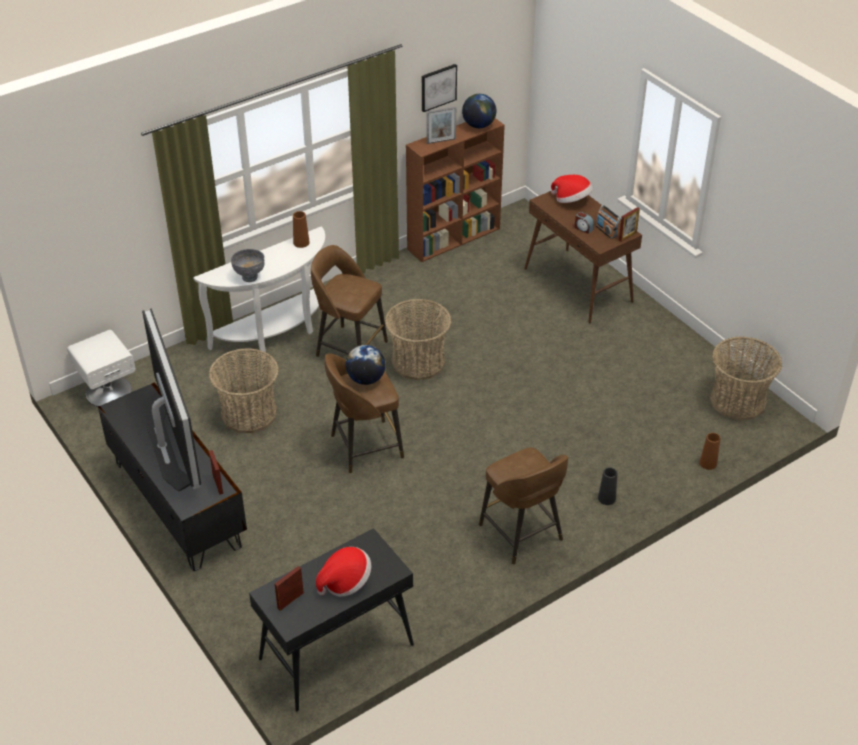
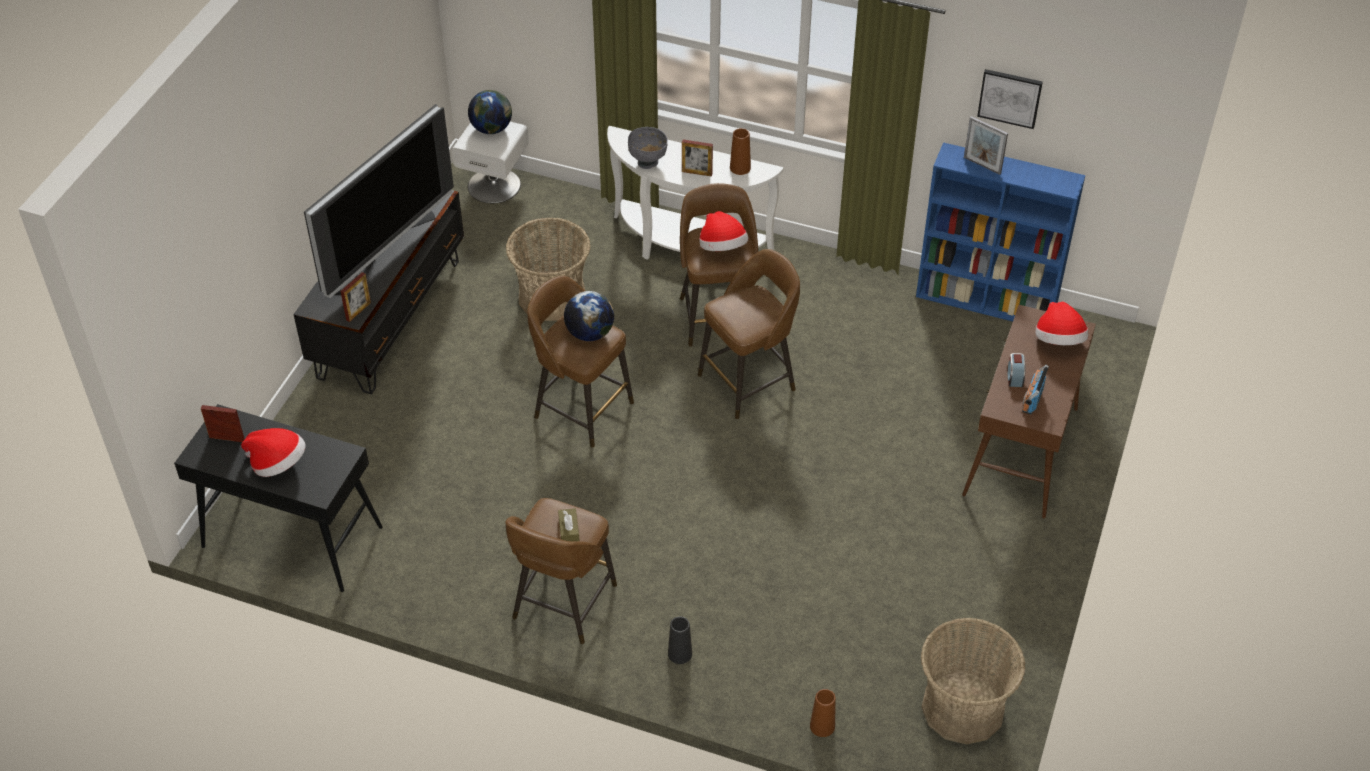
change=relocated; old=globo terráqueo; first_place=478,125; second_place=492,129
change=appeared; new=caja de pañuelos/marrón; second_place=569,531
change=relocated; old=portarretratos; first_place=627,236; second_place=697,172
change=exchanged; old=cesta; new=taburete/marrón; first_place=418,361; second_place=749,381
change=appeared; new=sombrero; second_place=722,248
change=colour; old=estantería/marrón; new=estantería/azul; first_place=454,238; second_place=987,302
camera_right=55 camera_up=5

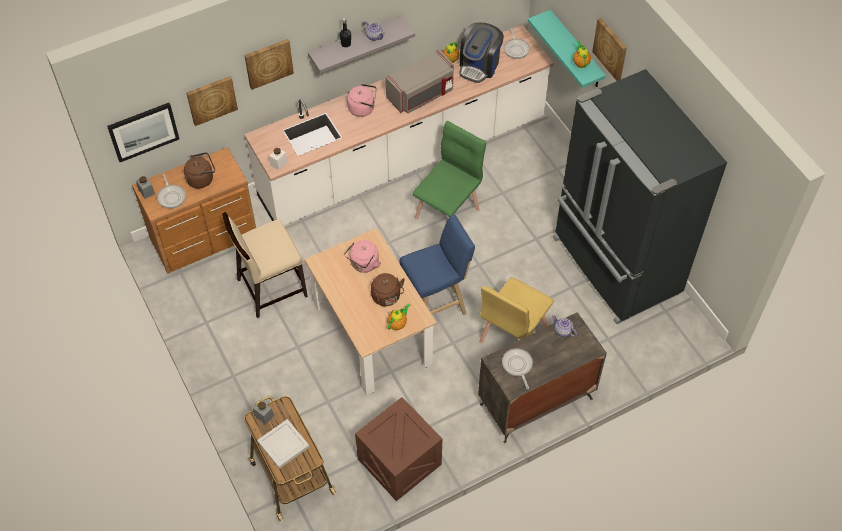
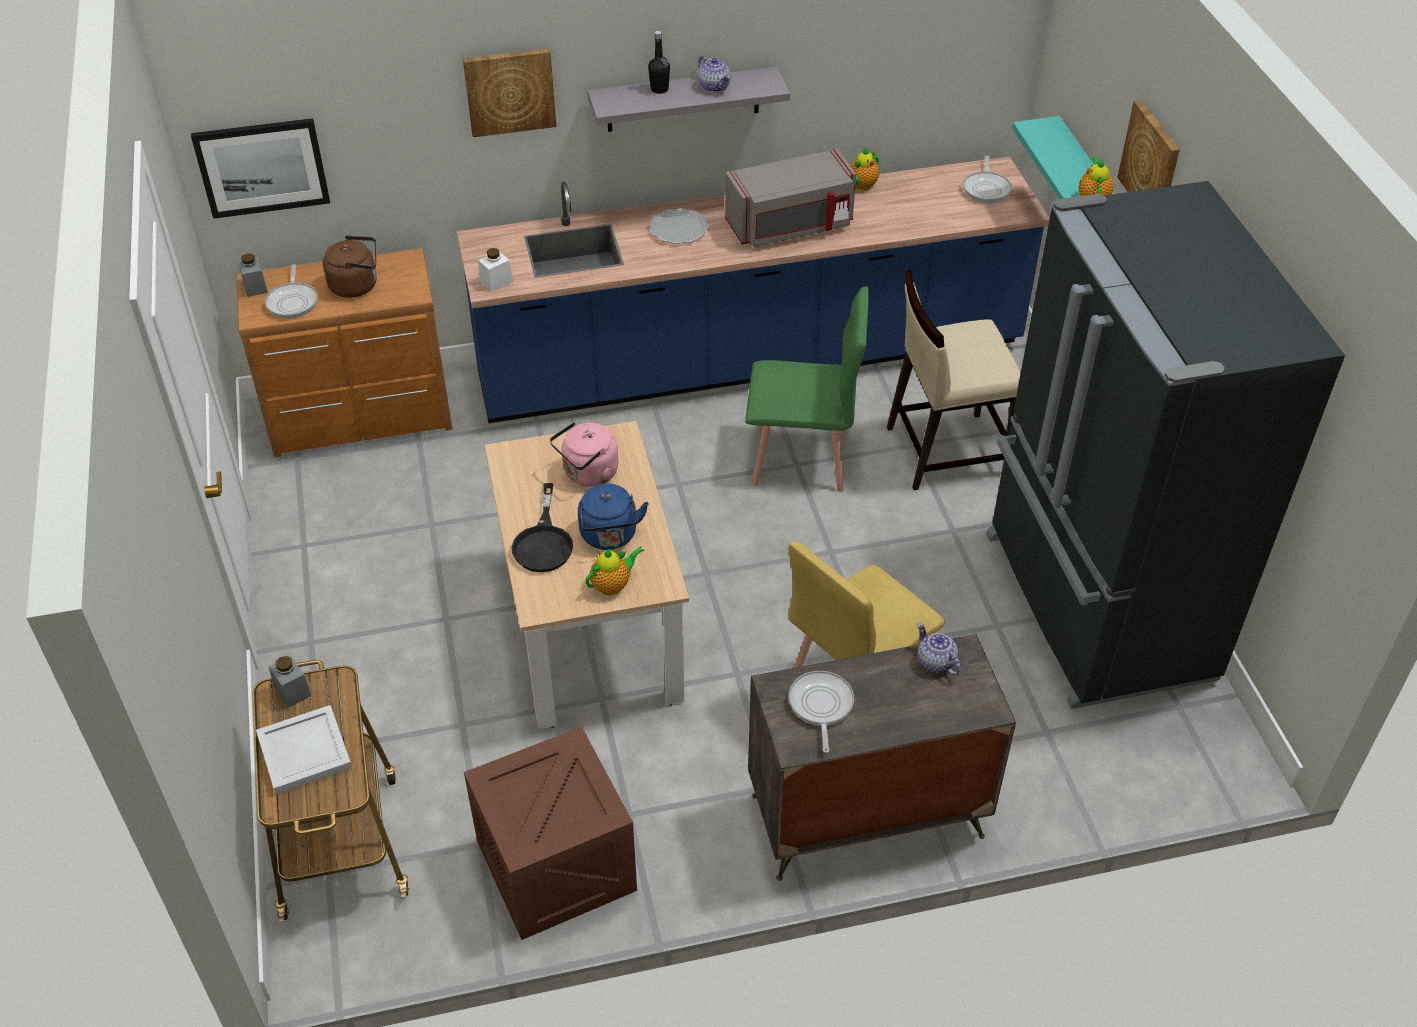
change=colour; old=mueble bajo de cocina/blanco; new=mueble bajo de cocina/azul; first_place=403,159; second_place=751,362
change=appeared; new=sartén/negro; second_place=544,542
change=colour; old=hervidor/marrón; new=hervidor/azul; first_place=387,298; second_place=609,537
change=exchanged; old=hervidor/rosa; new=plato; first_place=363,108; second_place=678,229
change=spun; old=silla/verde; first_place=448,213; second_place=801,458; degrees=45
change=relocated; old=silla/beis; first_place=271,288; second_place=944,450
change=missing; old=cuadro; first_place=211,99
change=missing; old=taburete/azul; first_place=436,304
change=missing; old=cafetera; first_place=479,65
camera_right=15 camera_up=-10

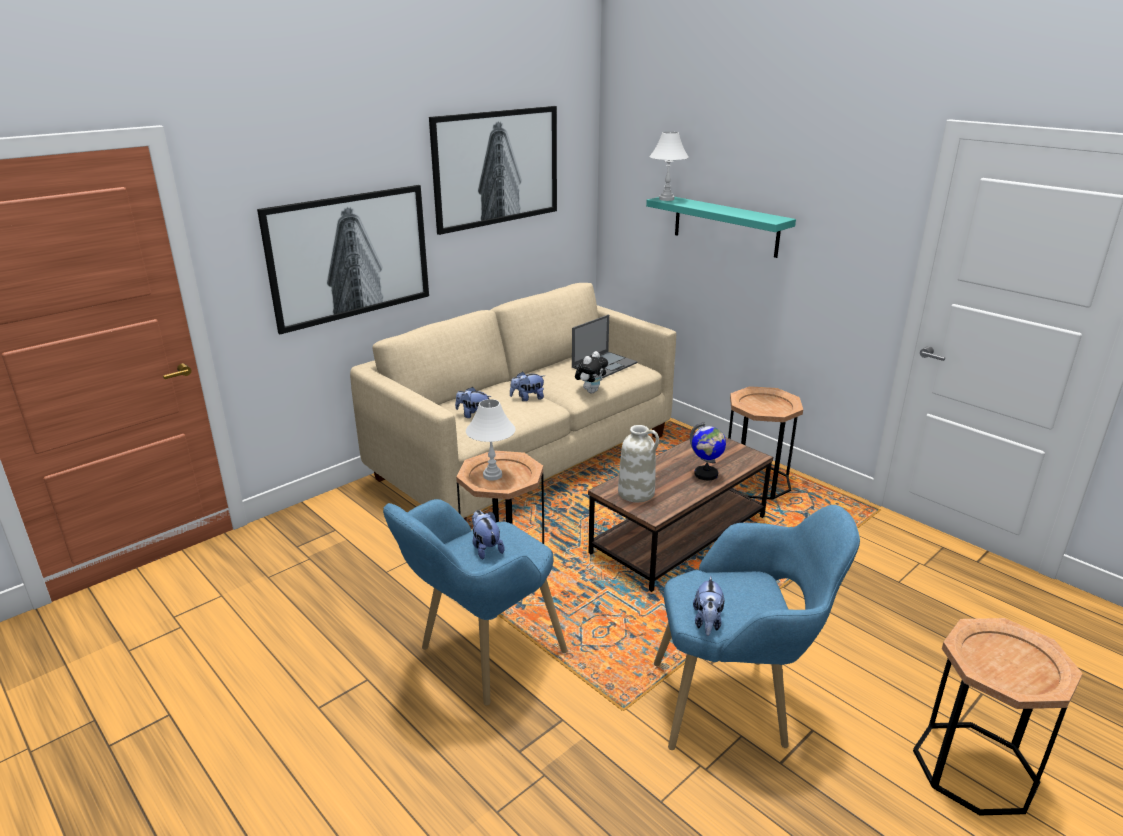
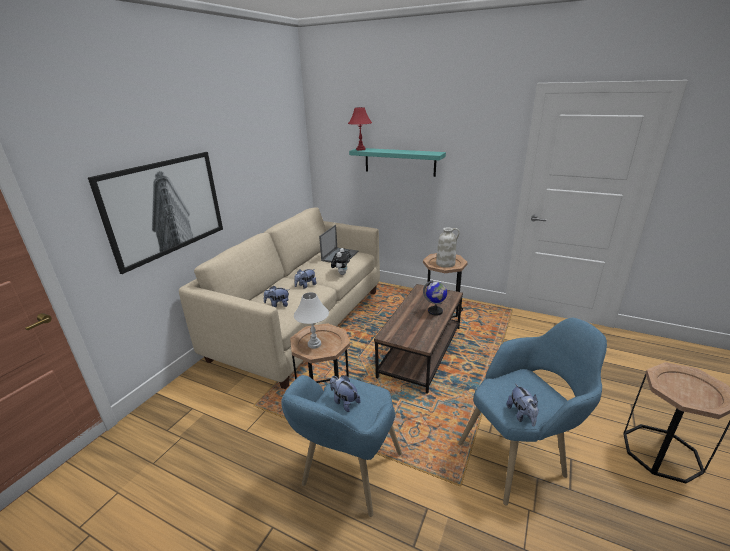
change=colour; old=lámpara de mesa/blanco; new=lámpara de mesa/rojo; first_place=666,199; second_place=360,149
change=relocated; old=florero/blanco; first_place=637,493; second_place=446,263
change=missing; old=cuadro; first_place=497,167
camera_right=-20 camera_up=0

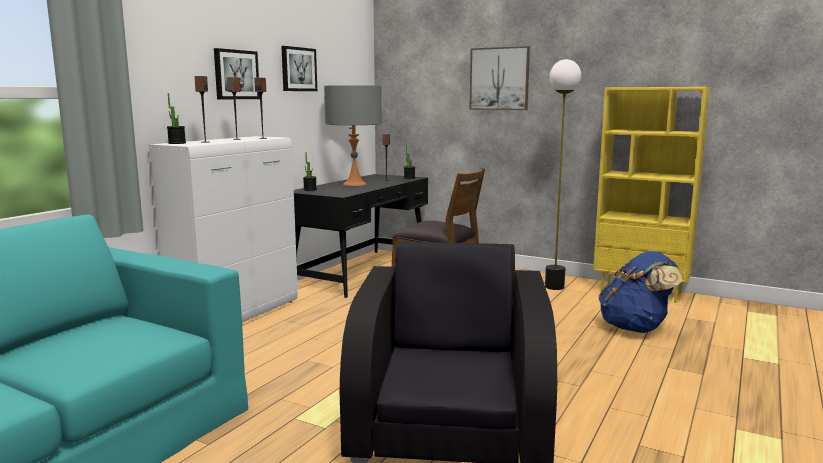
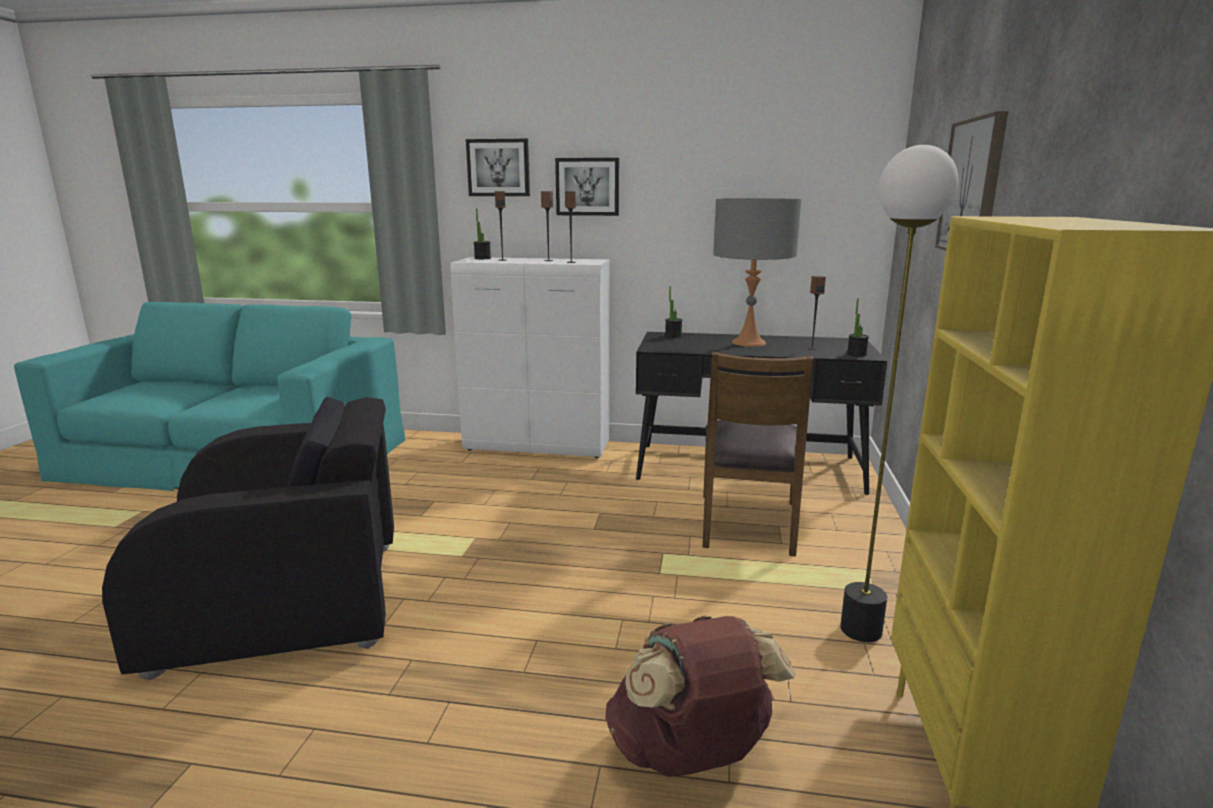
change=relocated; old=cuadro; first_place=298,69; second_place=498,168
change=colour; old=mochila/azul; new=mochila/marrón; first_place=636,328; second_place=690,756
camera_right=70 camera_up=5

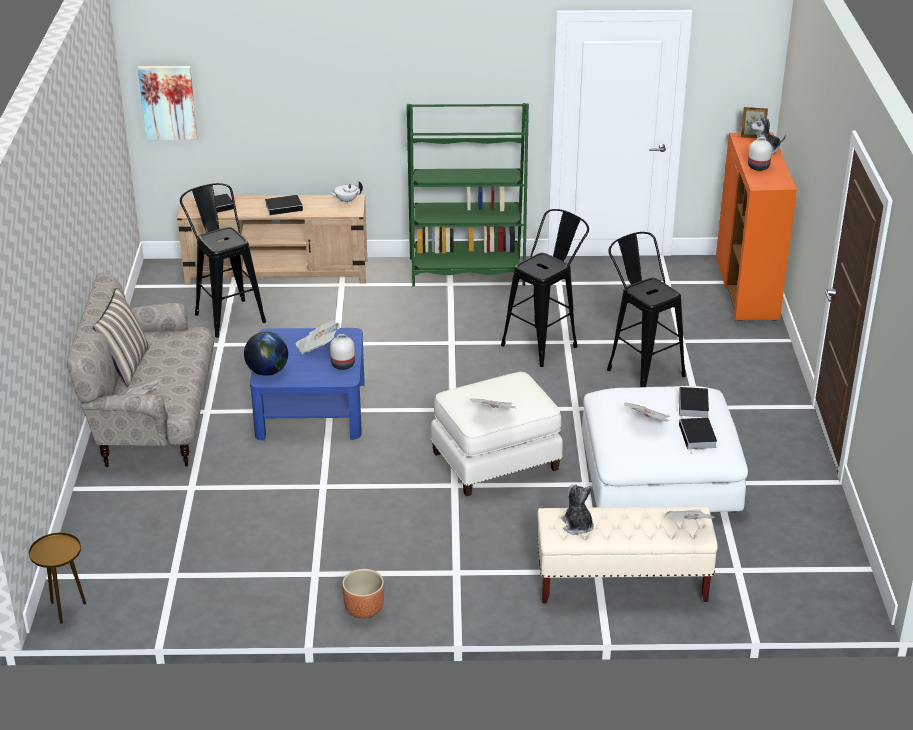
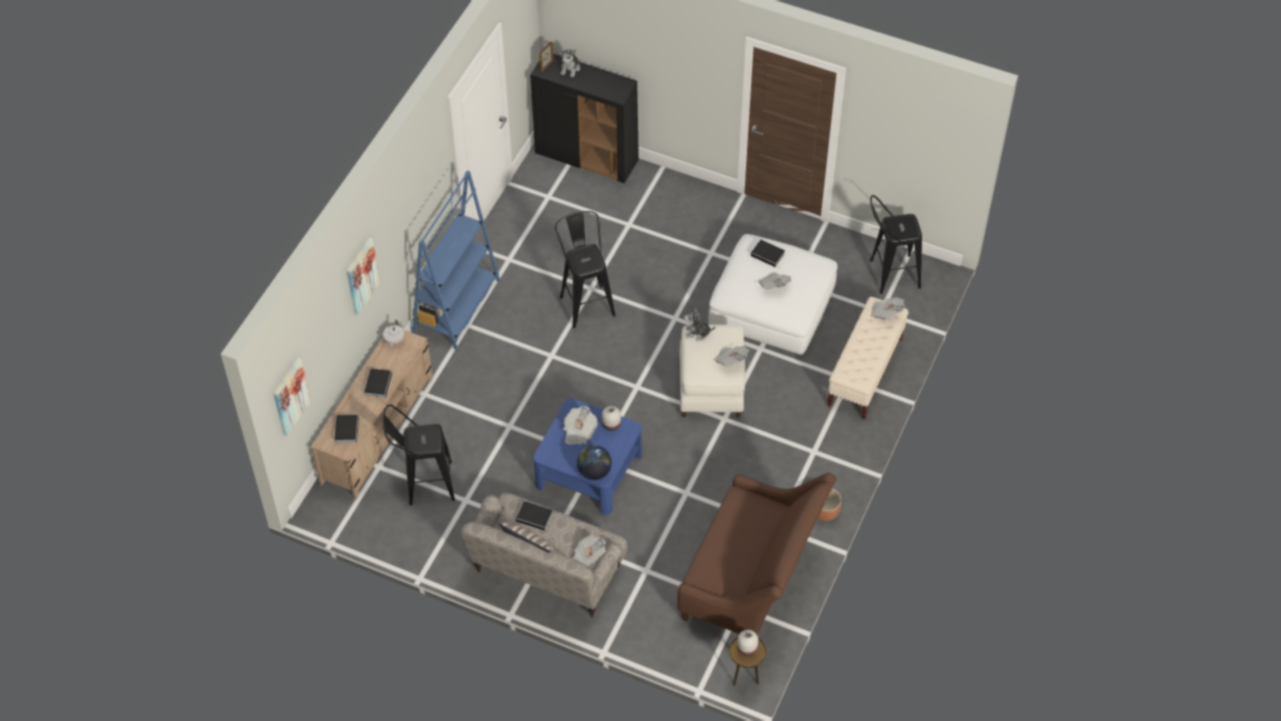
change=appeared; new=cuadro; second_place=361,276
change=colour; old=estantería/verde; new=estantería/azul; first_place=467,272; second_place=457,308
change=relocated; old=libro; first_place=698,437; second_place=535,517
change=colour; old=armario/naranja; new=armario/negro; first_place=747,290; second_place=587,157
change=appeared; new=sofá/marrón; second_place=752,580
change=relocated; old=peluche; first_place=577,526; second_place=697,333
change=relocated; old=florero/blanco; first_place=758,167; second_place=747,649
change=relocated; old=taburete/negro; first_place=640,369; second_place=888,275
camera_right=-65 camera_up=20

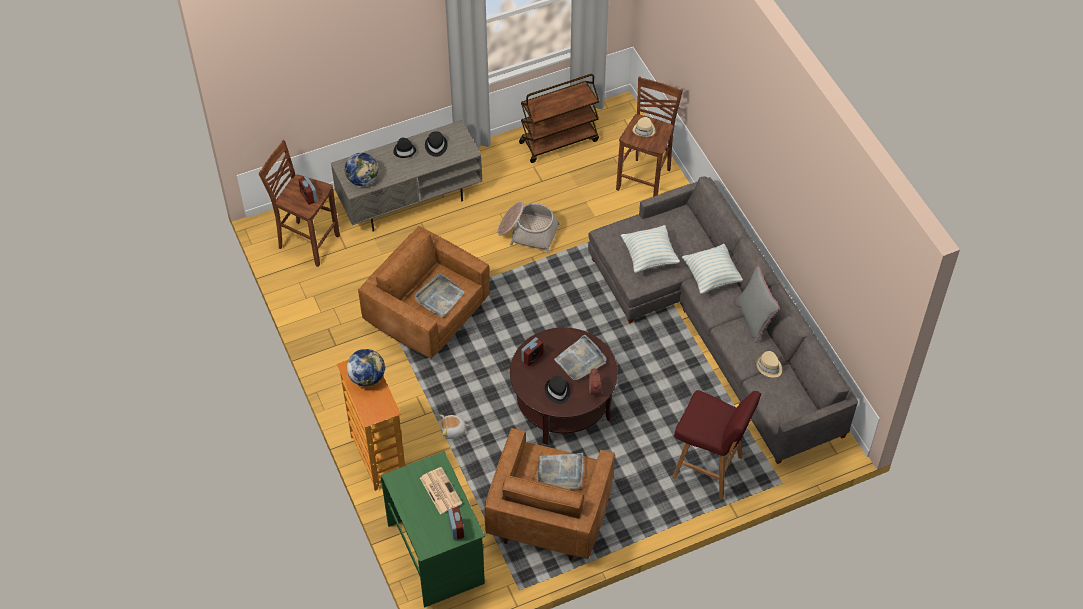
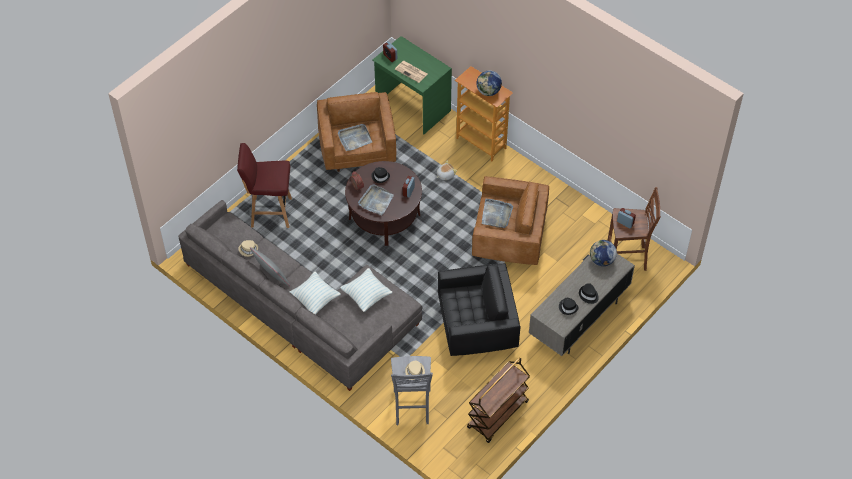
change=colour; old=taburete/marrón; new=taburete/gris; first_place=645,179; second_place=411,408
change=exchanged; old=cesta; new=sillón/negro; first_place=527,232; second_place=477,327
camera_right=155 camera_up=0

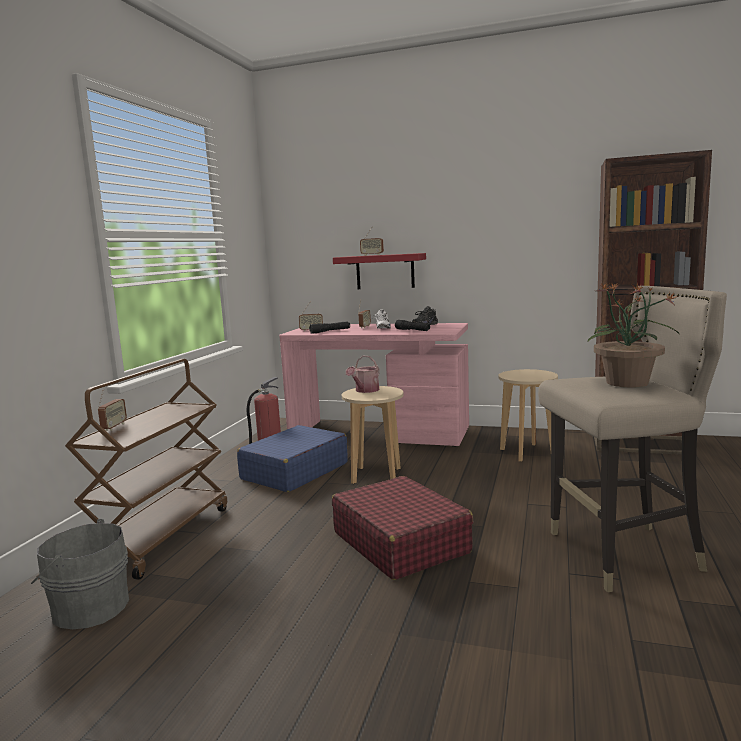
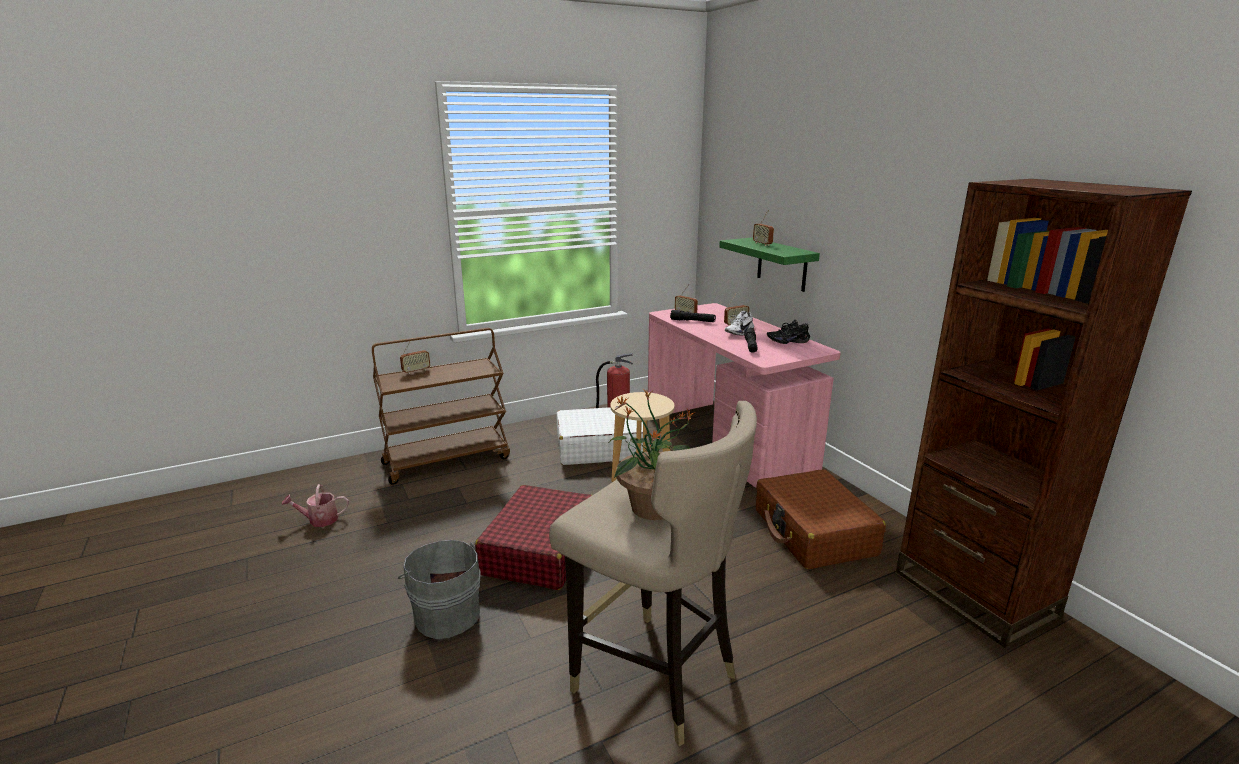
change=relocated; old=regadera; first_place=365,390; second_place=319,520
change=relocated; old=cubo/gris; first_place=88,607; second_place=446,614
change=colour; old=maleta/azul; new=maleta/blanco; first_place=294,471; second_place=600,448
change=colour; old=estante/rojo; new=estante/verde; first_place=385,271; second_place=782,264
change=exchanged; old=taburete/beis; new=maleta/marrón; first_place=527,453; second_place=814,533
camera_right=45 camera_up=10

